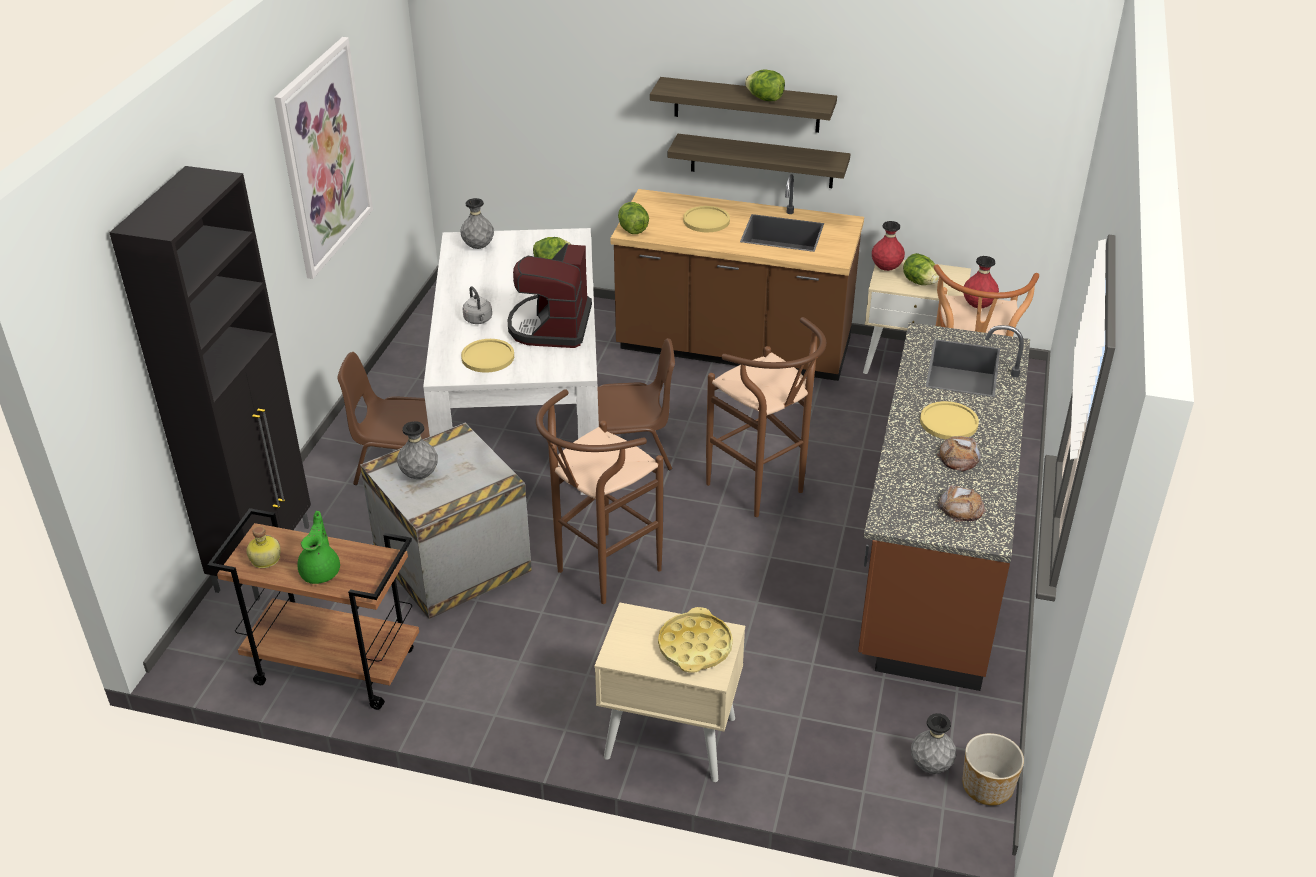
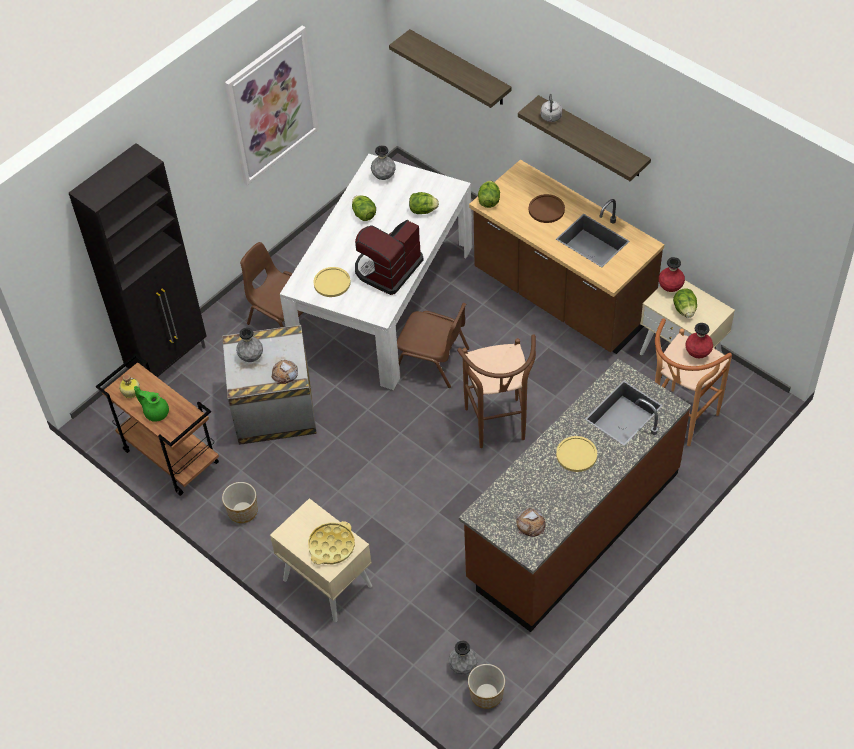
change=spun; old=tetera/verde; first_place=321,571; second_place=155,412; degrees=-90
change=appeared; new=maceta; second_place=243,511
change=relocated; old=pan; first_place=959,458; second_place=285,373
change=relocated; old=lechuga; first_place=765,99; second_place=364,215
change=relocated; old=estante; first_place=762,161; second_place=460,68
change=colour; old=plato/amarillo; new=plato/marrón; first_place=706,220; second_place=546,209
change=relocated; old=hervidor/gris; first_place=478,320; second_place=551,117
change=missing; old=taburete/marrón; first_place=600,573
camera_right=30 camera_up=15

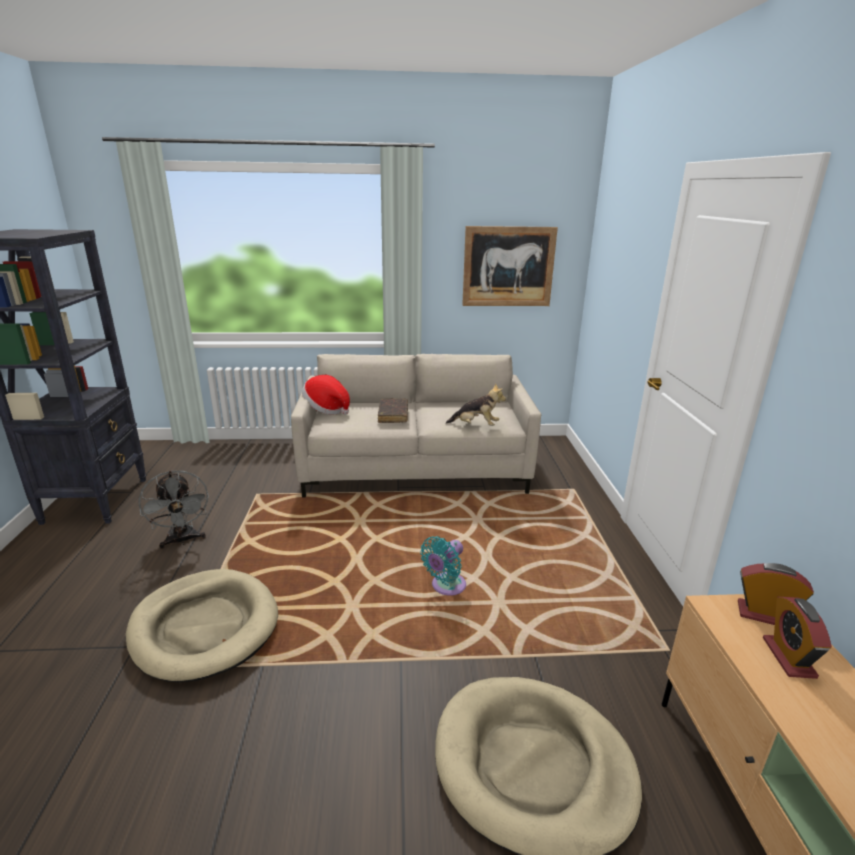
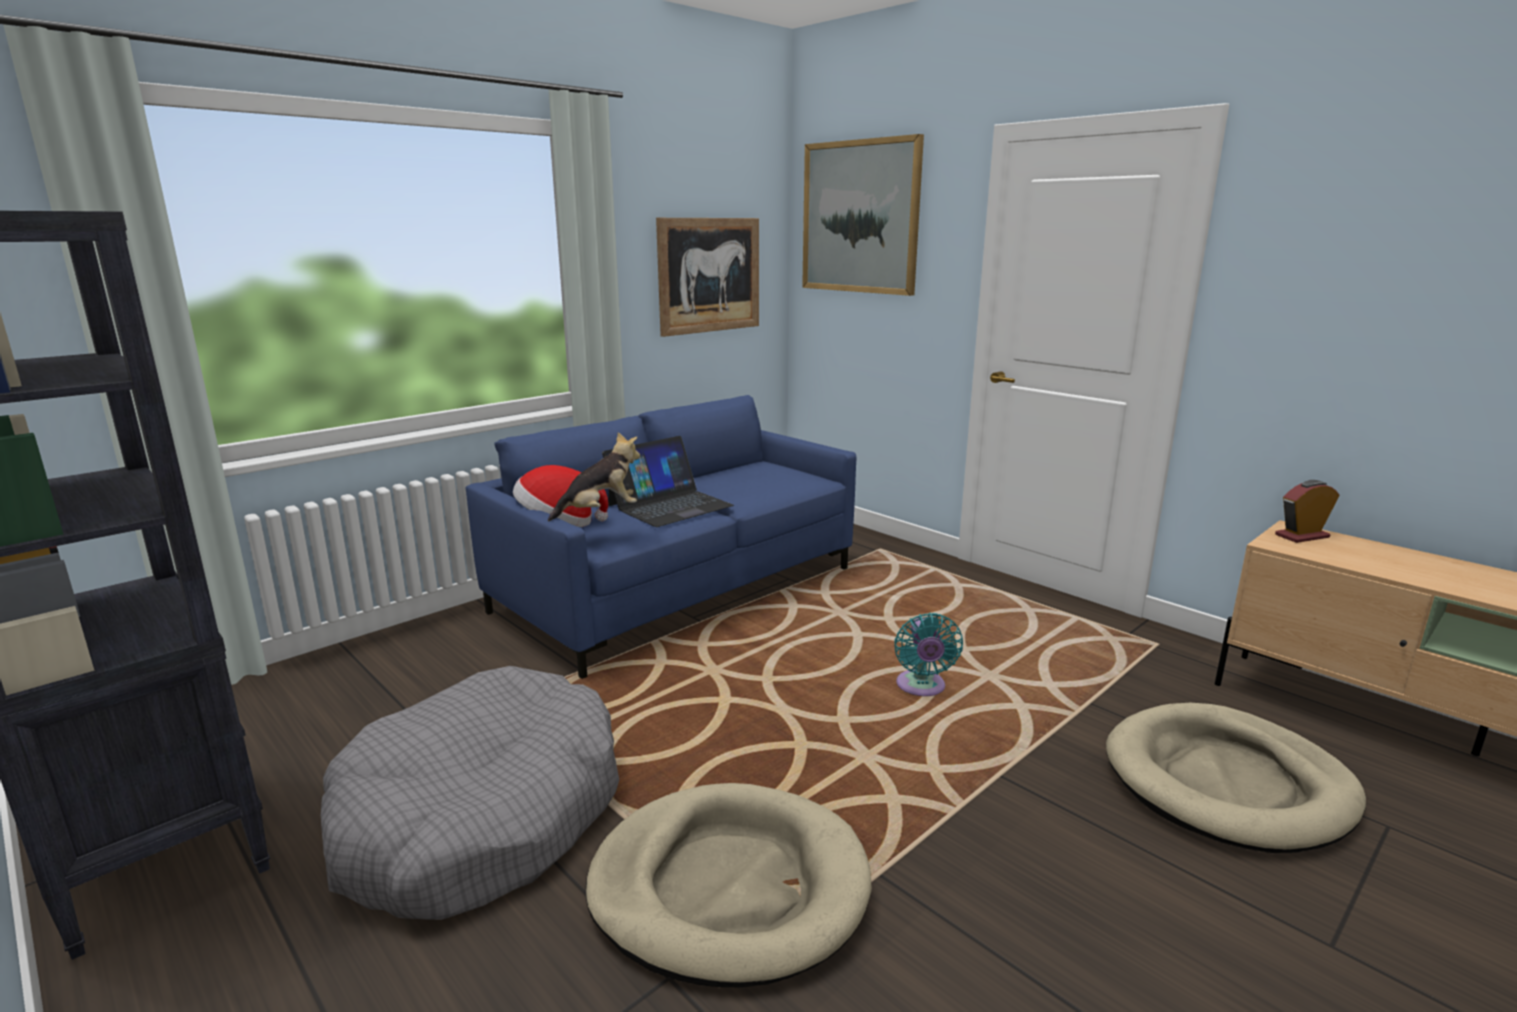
change=exchanged; old=ventilador/gris; new=cama para perro/gris; first_place=182,540; second_place=481,816
change=colour; old=sofá/beis; new=sofá/azul; first_place=415,469; second_place=679,590
change=relocated; old=peluche; first_place=476,426; second_place=600,512
change=exchanged; old=libro/marrón; new=portátil; first_place=393,415; second_place=669,505
change=appeared; new=cuadro; second_place=860,217
change=missing; old=despertador; first_place=788,657
camera_right=-40 camera_up=-5

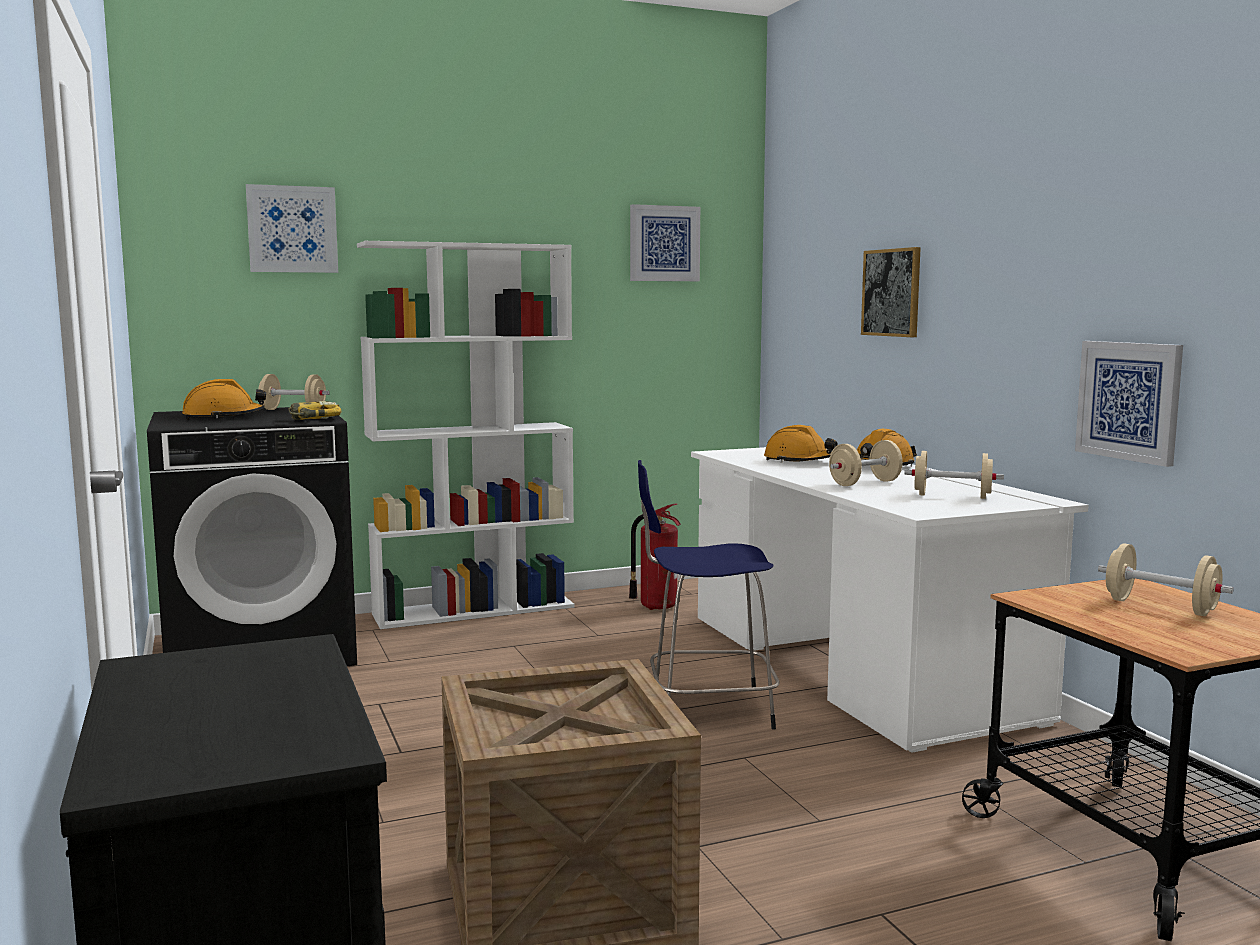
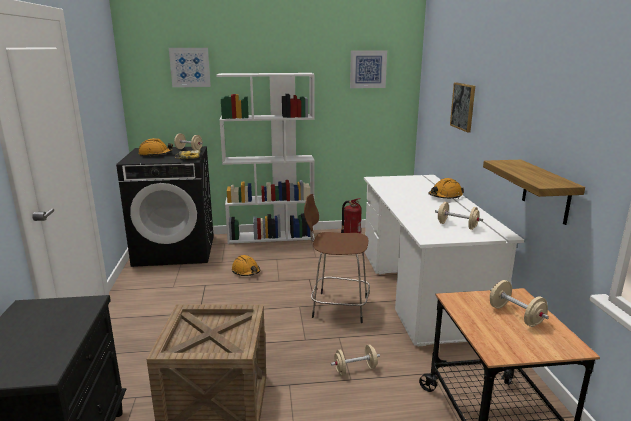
change=relocated; old=casco/naranja; first_place=799,461; second_place=246,271
change=colour; old=taburete/azul; new=taburete/marrón; first_place=706,709; second_place=337,307
change=relocated; old=mancuerna/beis; first_place=865,483; second_place=355,369
change=exchanged; old=cuadro; new=estante; first_place=1129,400; second_place=546,191
camera_right=15 camera_up=10

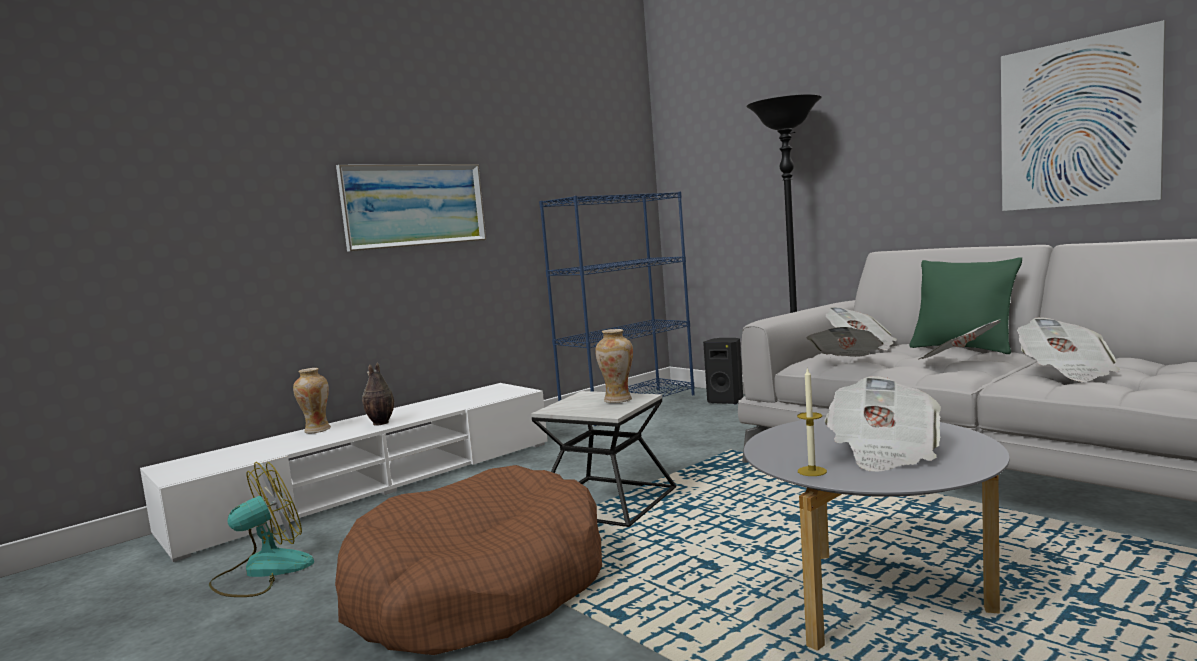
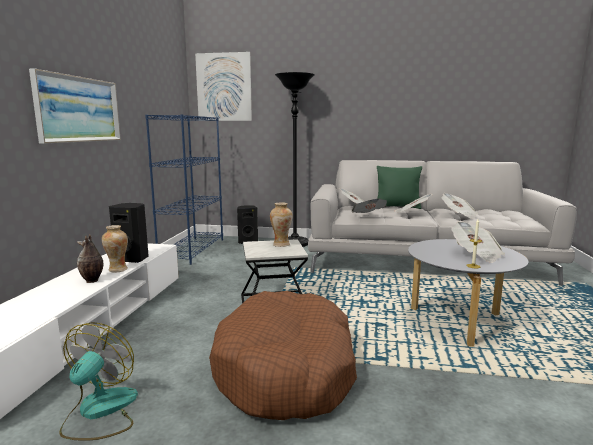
change=relocated; old=florero; first_place=317,430; second_place=118,269
change=appeared; new=altavoz/negro; second_place=132,259
change=relocated; old=cuadro; first_place=1077,124; second_place=224,87
camera_right=-40 camera_up=5

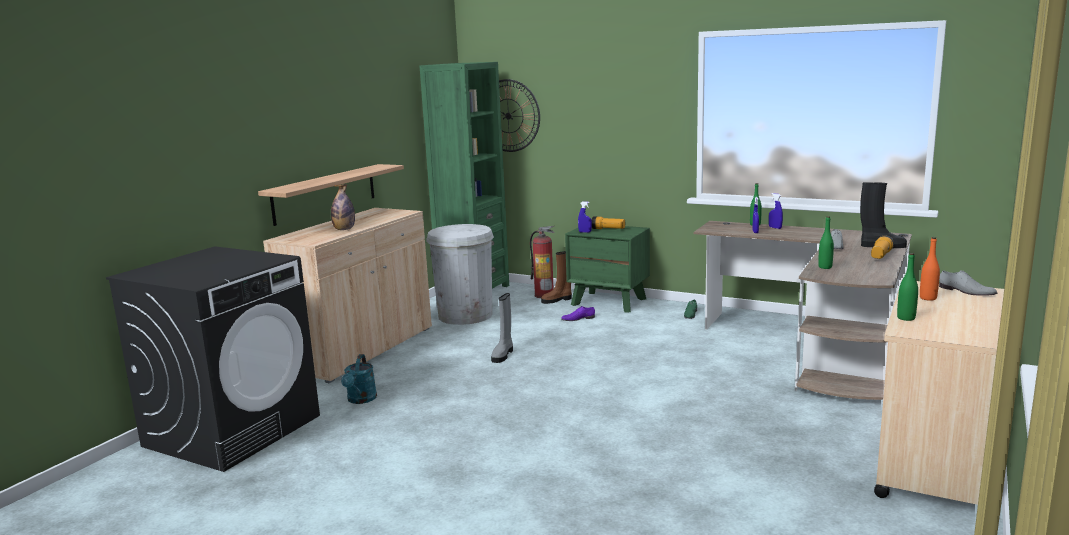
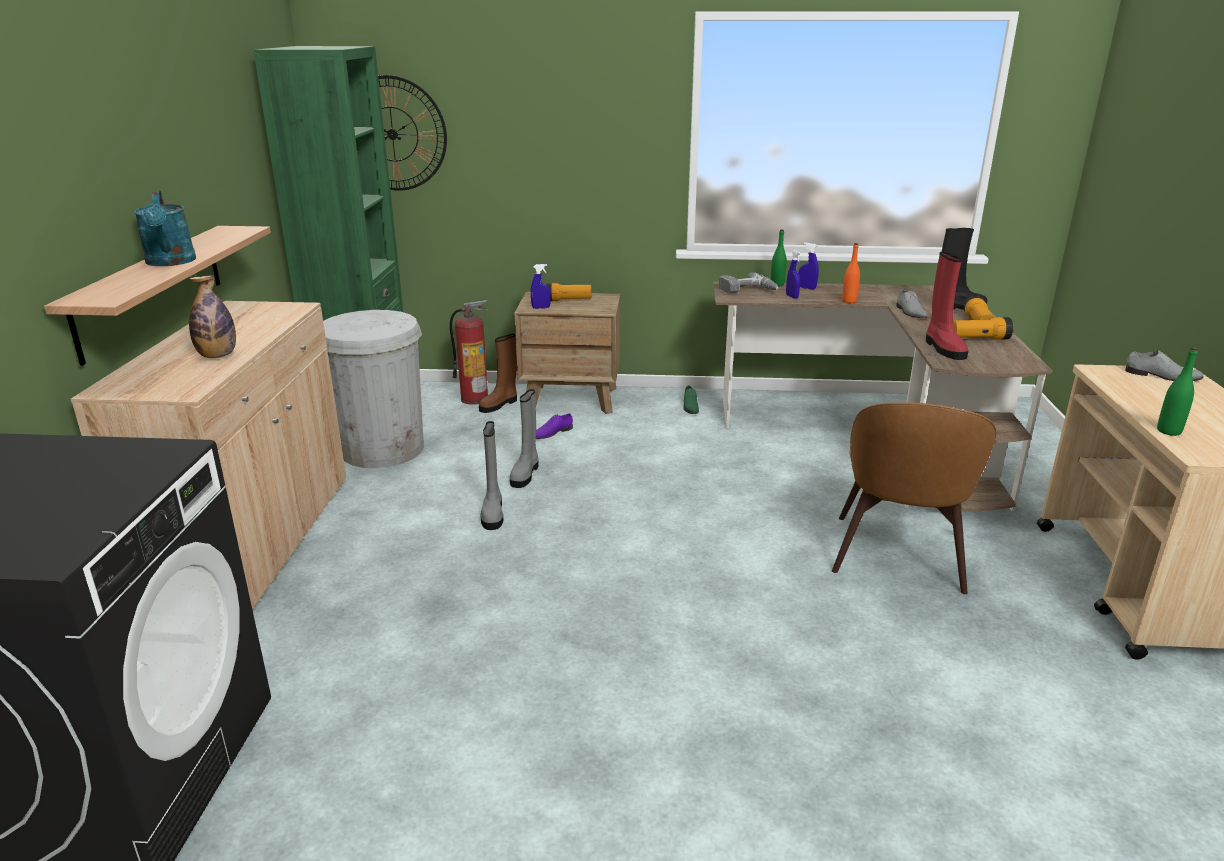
change=relocated; old=regadera/turquesa; first_place=361,400; second_place=171,262
change=appeared; new=bota/gris; second_place=525,474
change=colour; old=mesita de noche/verde; new=mesita de noche/marrón; first_place=609,301; second_place=572,399
change=appeared; new=taladro; second_place=748,290
change=appeared; new=silla/marrón; second_place=898,557
change=relocated; old=botella/naranja; first_place=928,298; second_place=849,301
change=exchanged; old=botella/verde; new=bota/rojo; first_place=825,267; second_place=943,348
change=appeared; new=linterna; second_place=979,339
camera_right=-25 camera_up=10

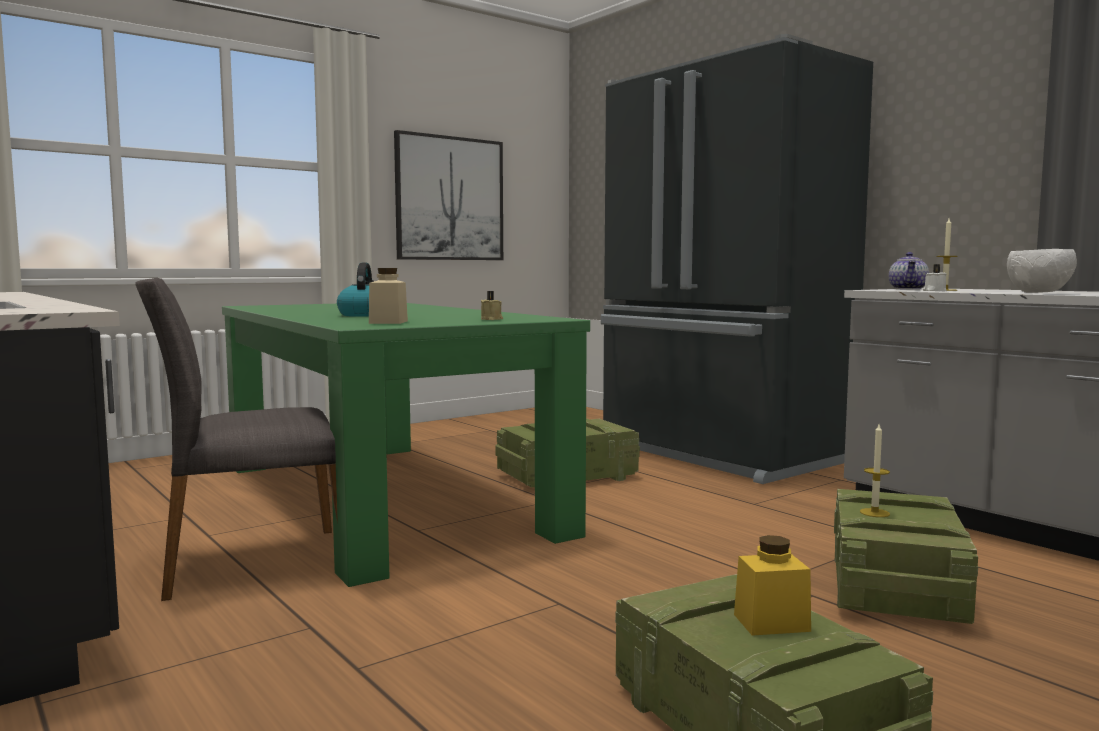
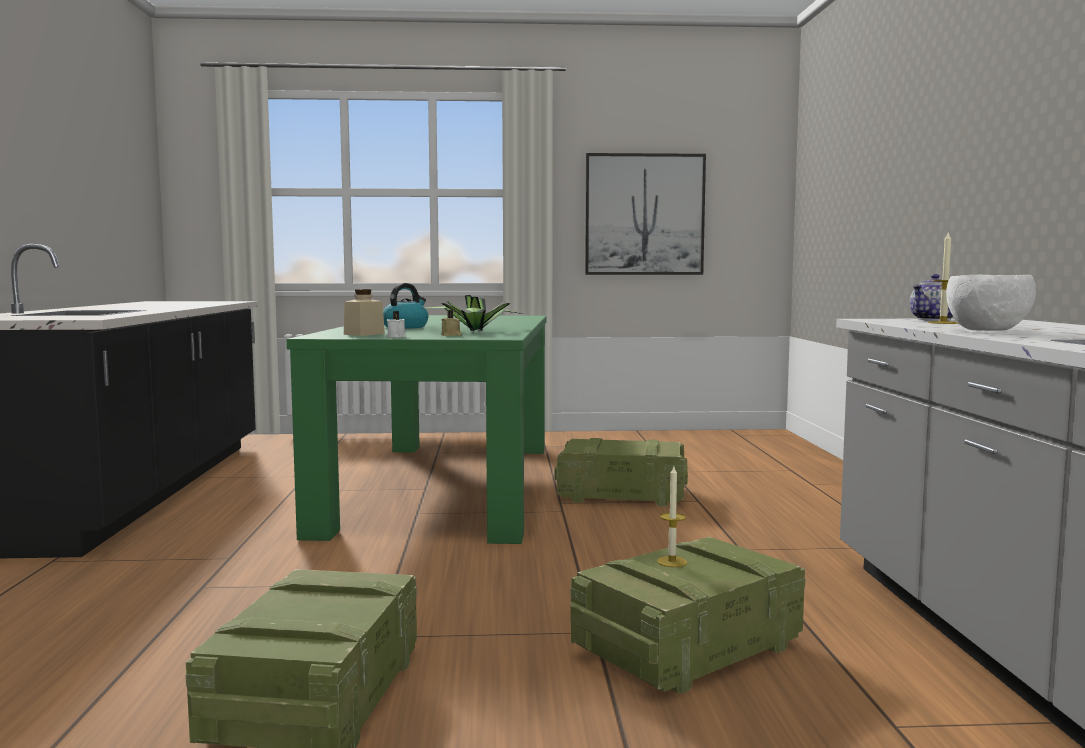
change=relocated; old=vela/blanco; first_place=934,291; second_place=396,337
change=appeared; new=planta en maceta; second_place=475,330
change=missing; old=silla/gris; first_place=252,563
change=missing; old=nevera/negro; first_place=718,454
change=missing; old=tarro/amarillo; first_place=771,623
camera_right=35 camera_up=0

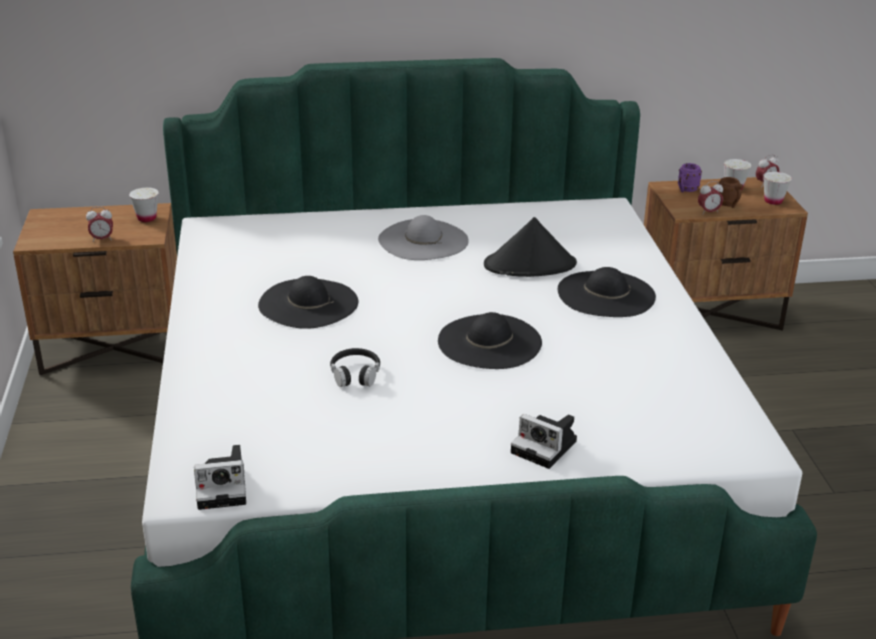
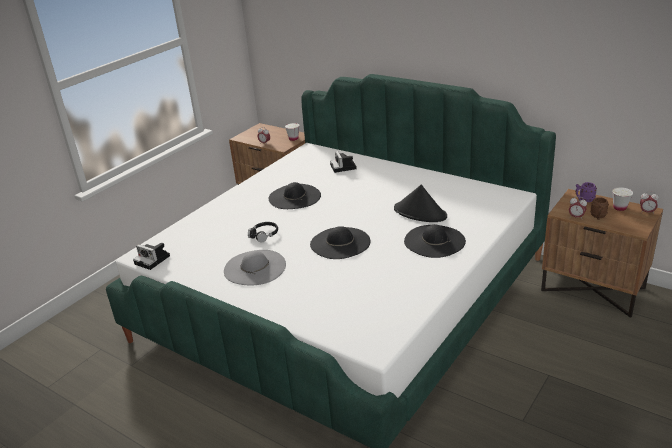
change=relocated; old=sombrero/gris; first_place=423,240; second_place=255,267
change=relocated; old=cámara; first_place=546,447; second_place=344,167
change=missing; old=taza/blanco; first_place=773,201
camera_right=45 camera_up=0

